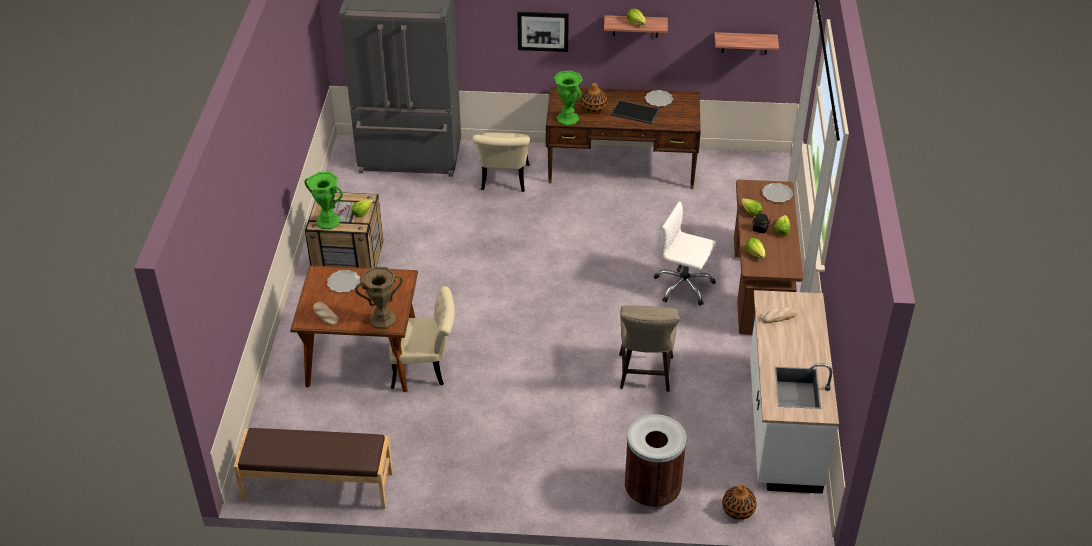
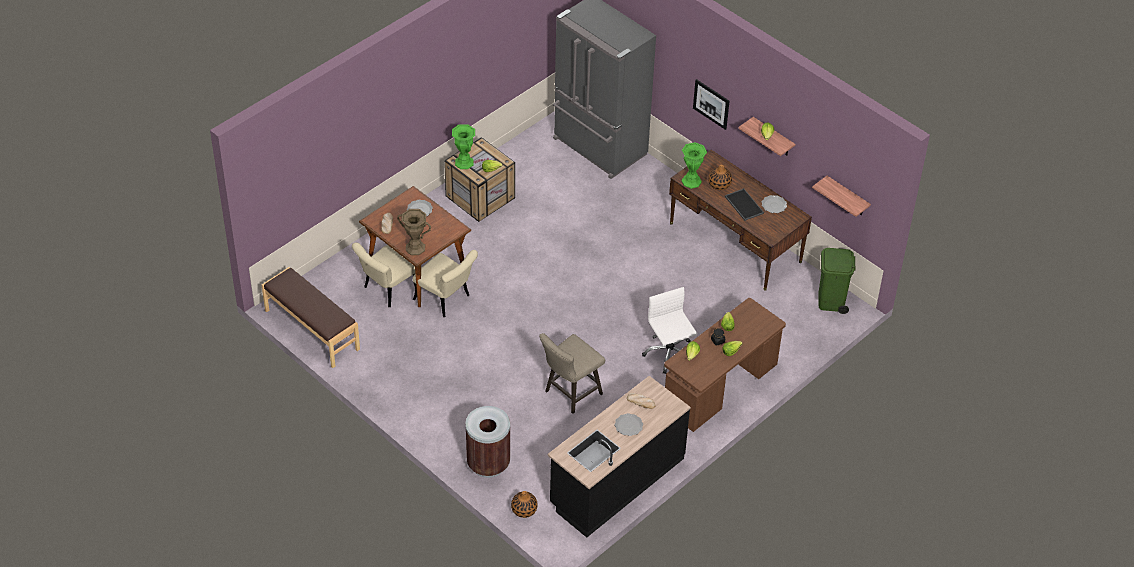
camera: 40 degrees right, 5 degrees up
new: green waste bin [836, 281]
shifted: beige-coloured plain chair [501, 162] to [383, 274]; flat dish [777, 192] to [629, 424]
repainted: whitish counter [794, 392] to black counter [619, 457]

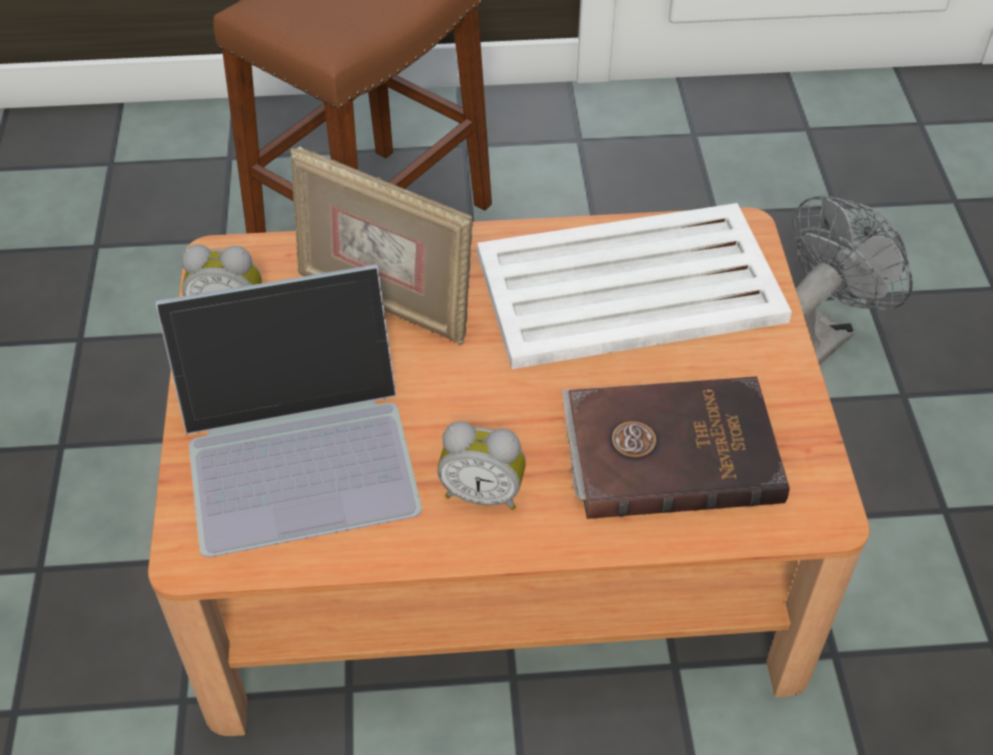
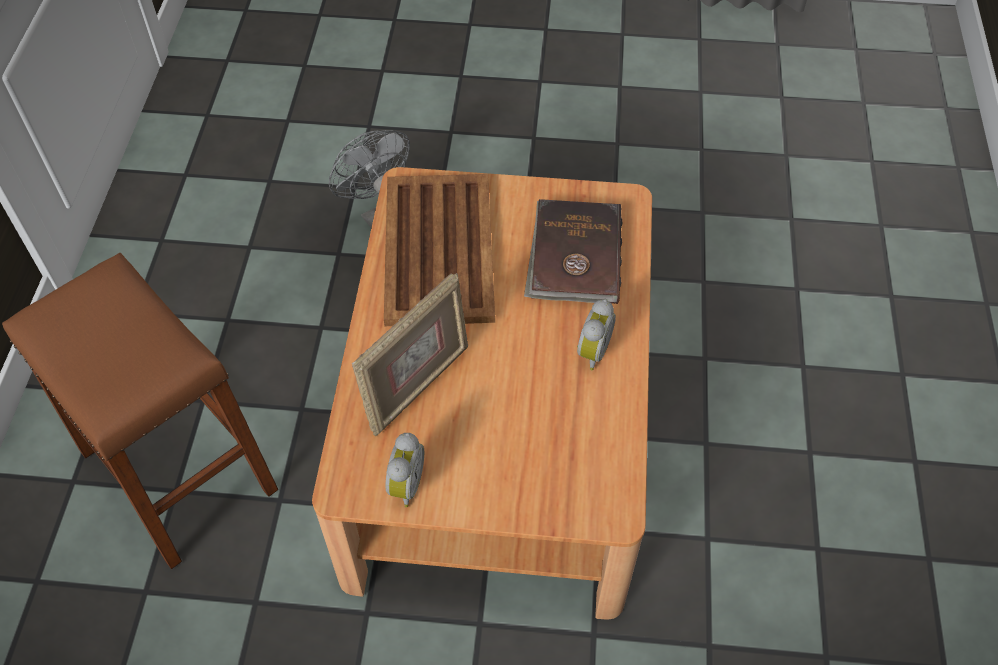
camera: 80 degrees left, 5 degrees up
gone: laptop [289, 410]
repainted: whitish serving tray [634, 286] to brown-coloured serving tray [439, 250]

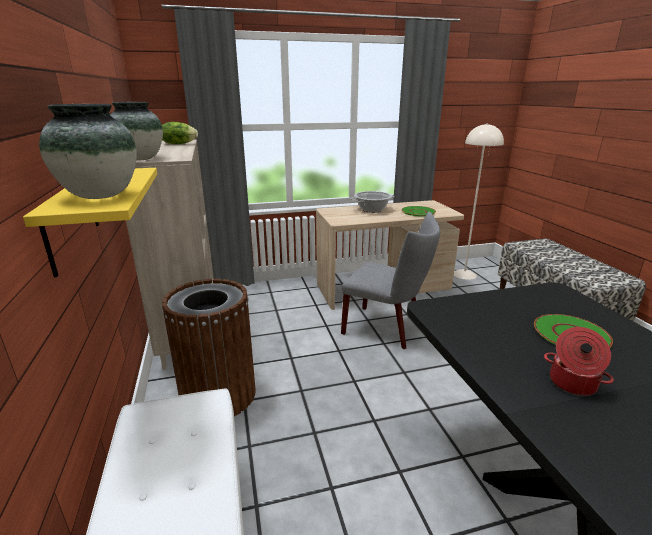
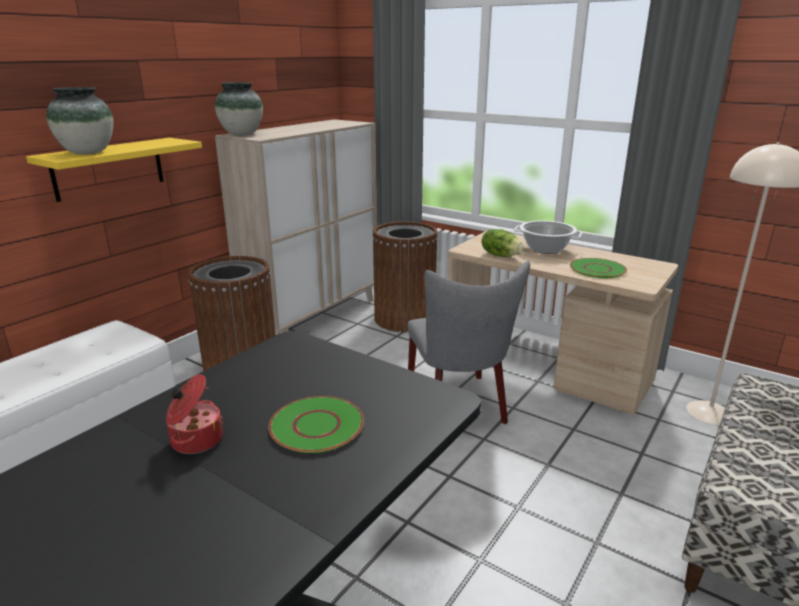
camera: 50 degrees right, 0 degrees up
new: brown-coloured waste bin [405, 276]
shifted: lettuce head [180, 133] to [503, 243]

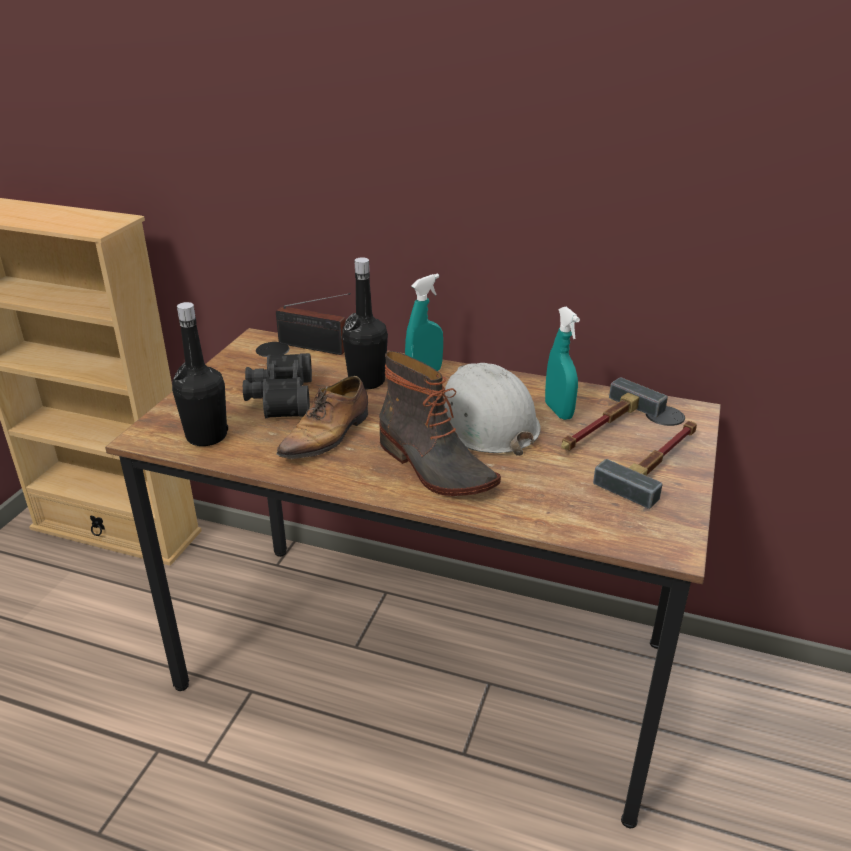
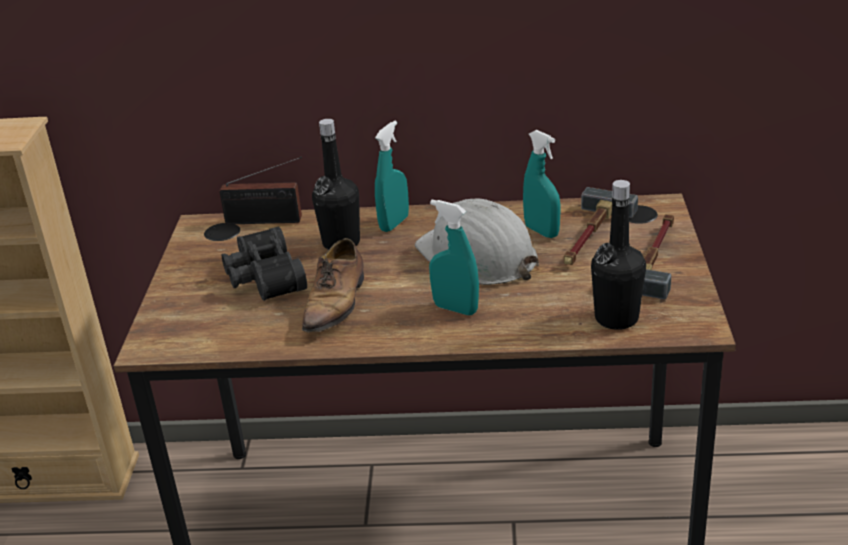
camera: 15 degrees left, 0 degrees up
shifted: black drink bottle [200, 374] to [618, 255]
swapped: tall boot [440, 423] to turquoise-coloured sprayer [454, 257]

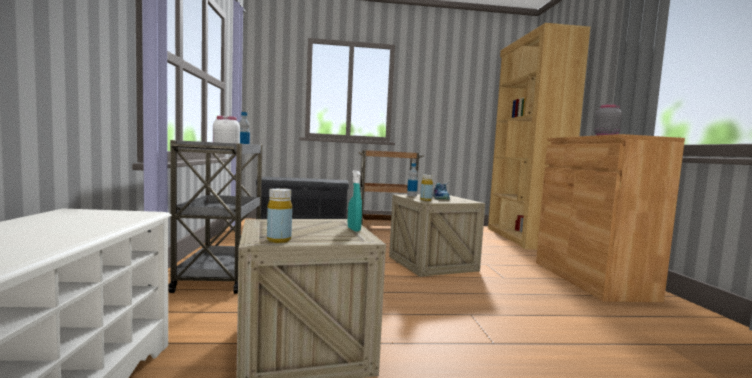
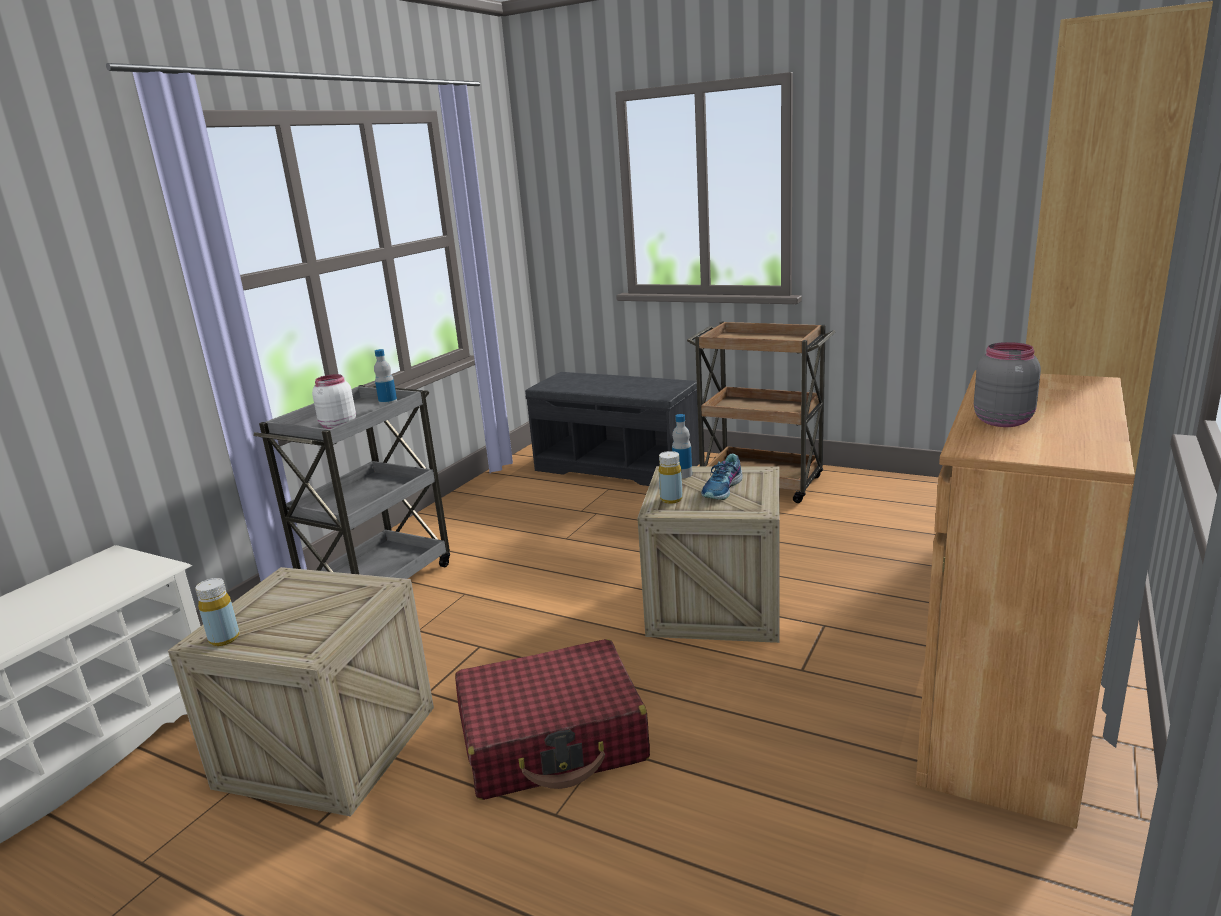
camera: 35 degrees right, 15 degrees up
gone: turquoise-coloured sprayer [355, 200]
new: reddish travel case [552, 719]

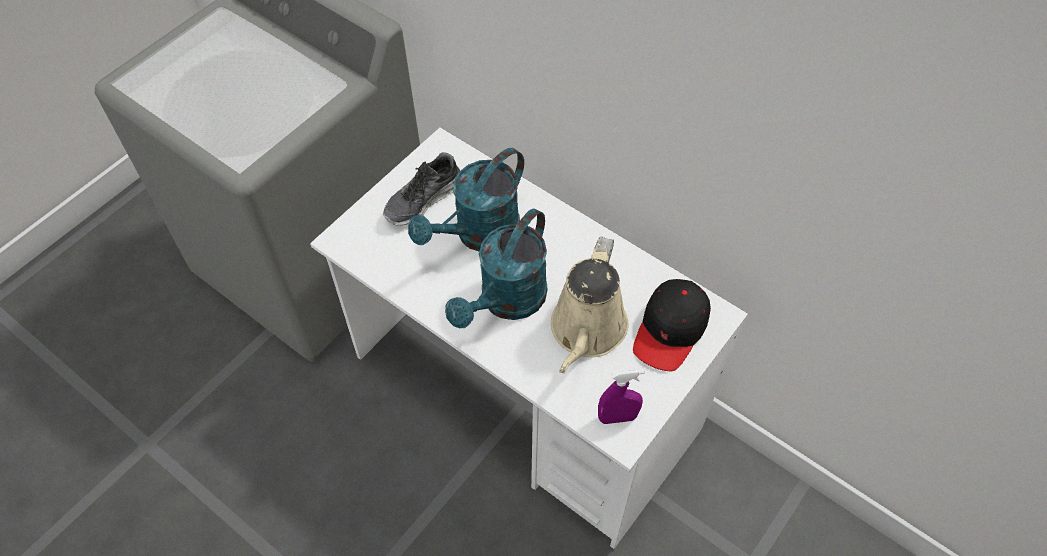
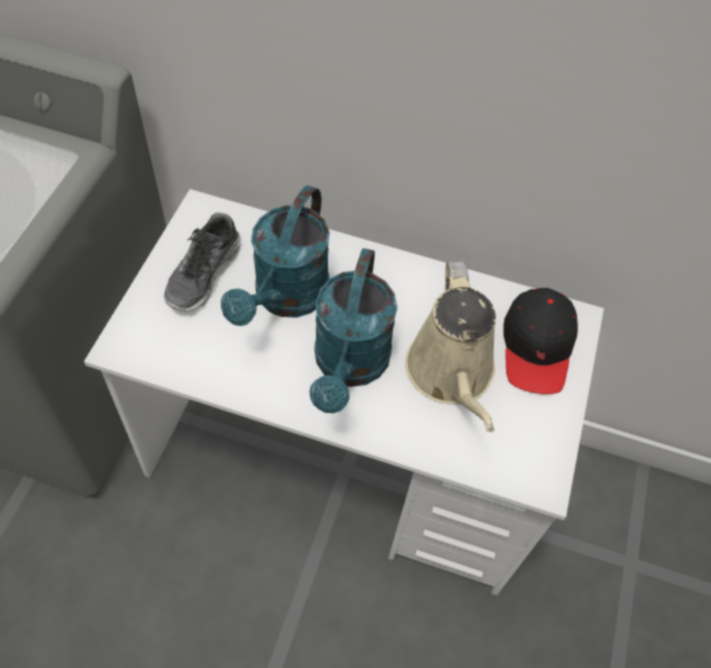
camera: 25 degrees left, 0 degrees up
gone: purplish sprayer [621, 396]

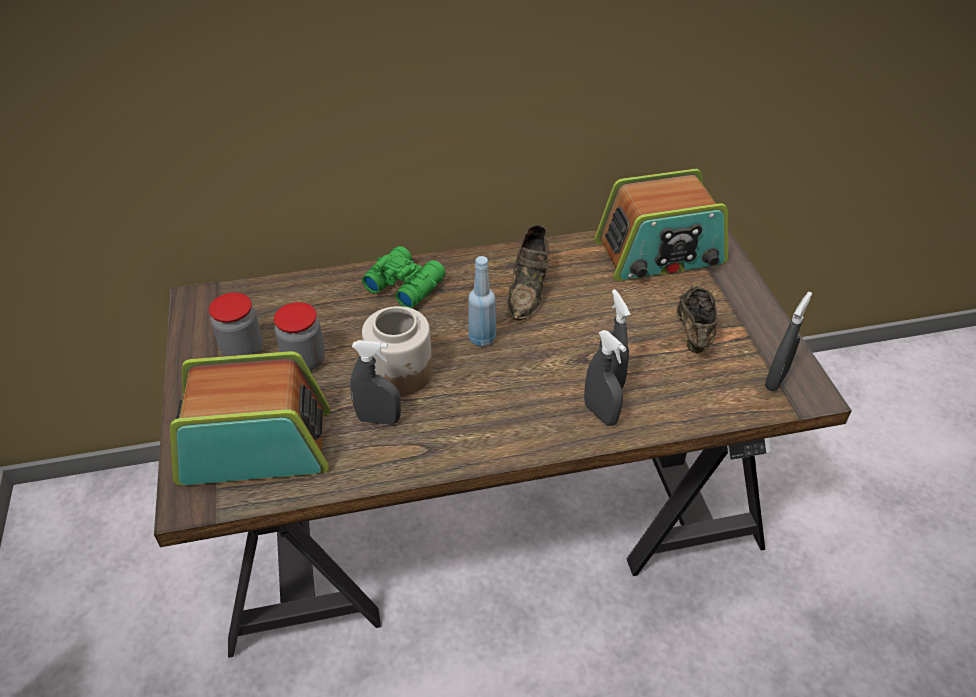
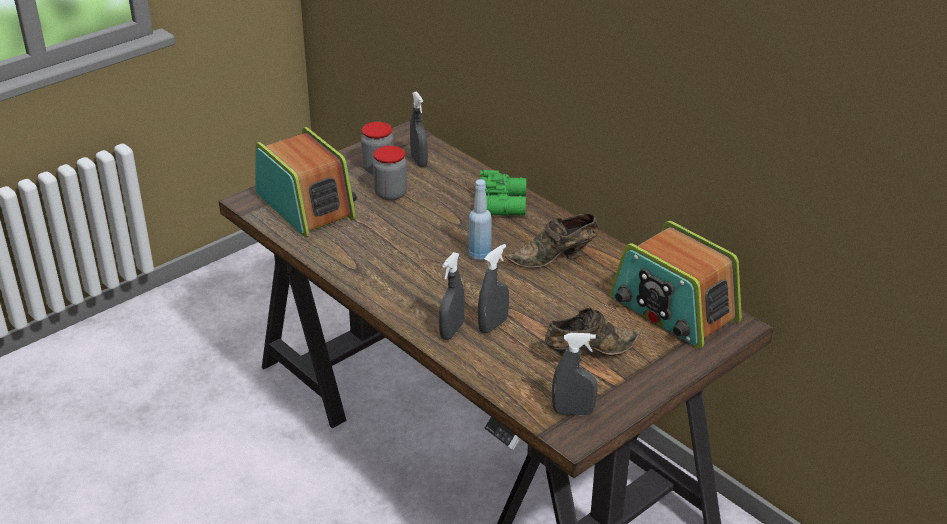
camera: 60 degrees right, 10 degrees down
gone: preserve jar [397, 351]
shifted: greyish sprayer [375, 382] to [419, 129]

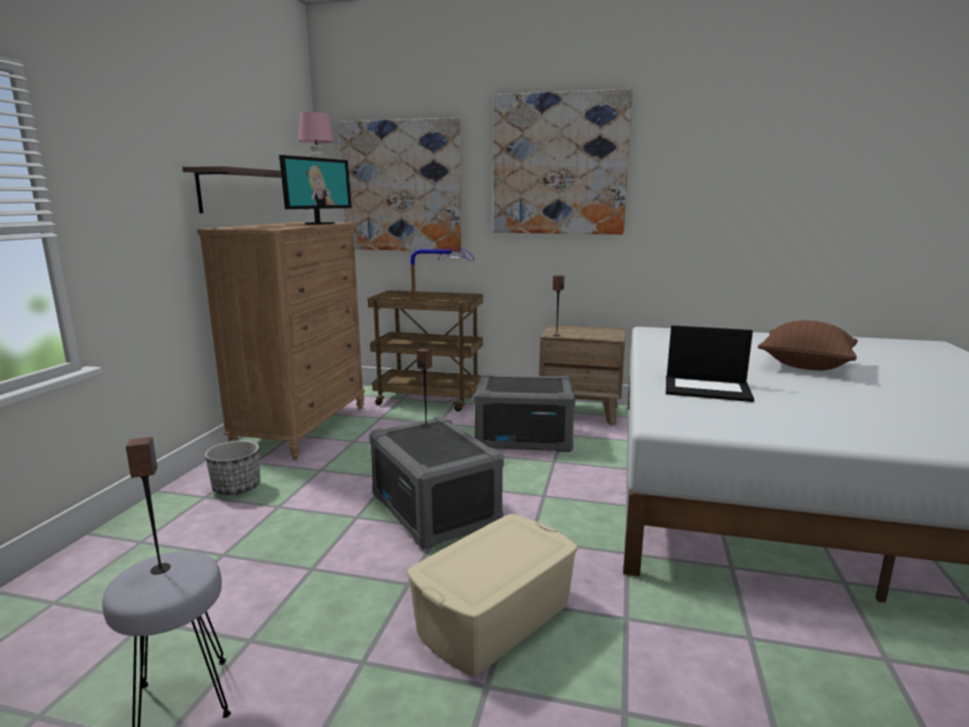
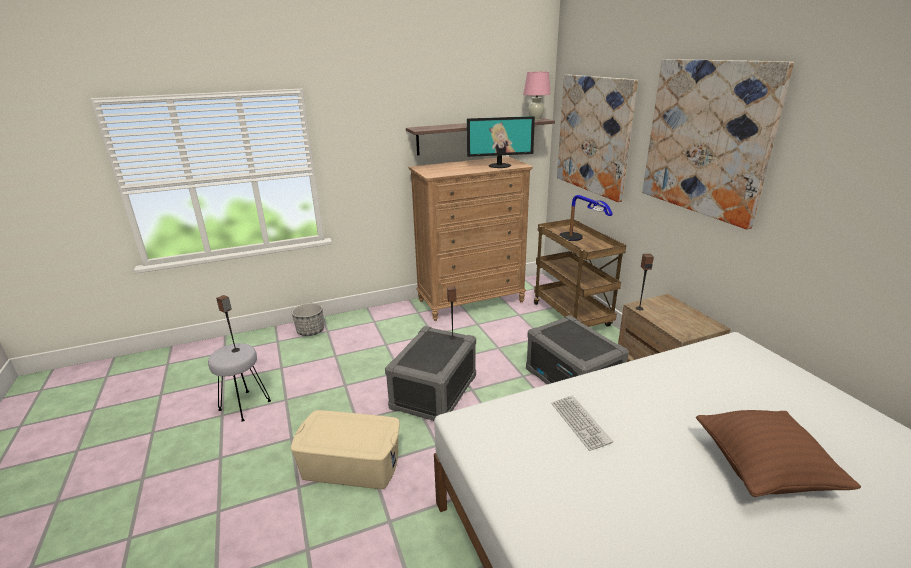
camera: 55 degrees right, 10 degrees up
shifted: flower pot [232, 467] to [308, 319]
swapped: laptop [710, 363] to computer keyboard [582, 423]

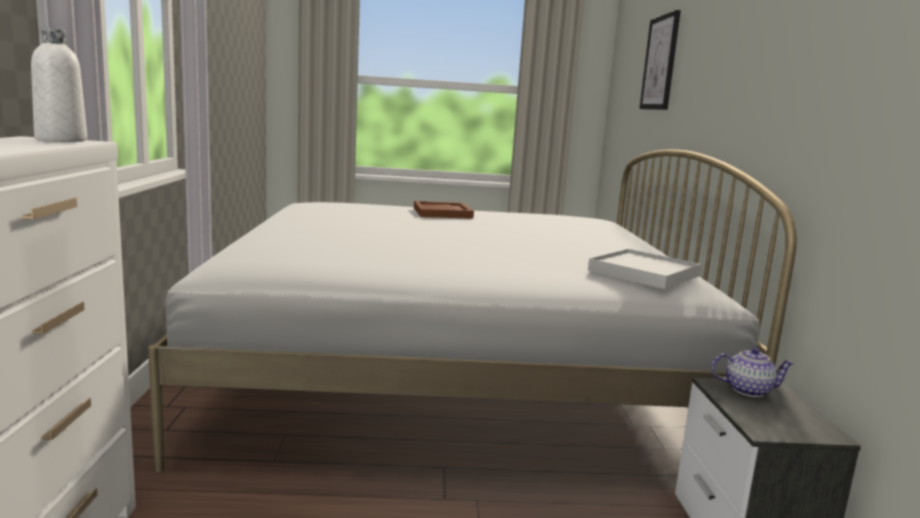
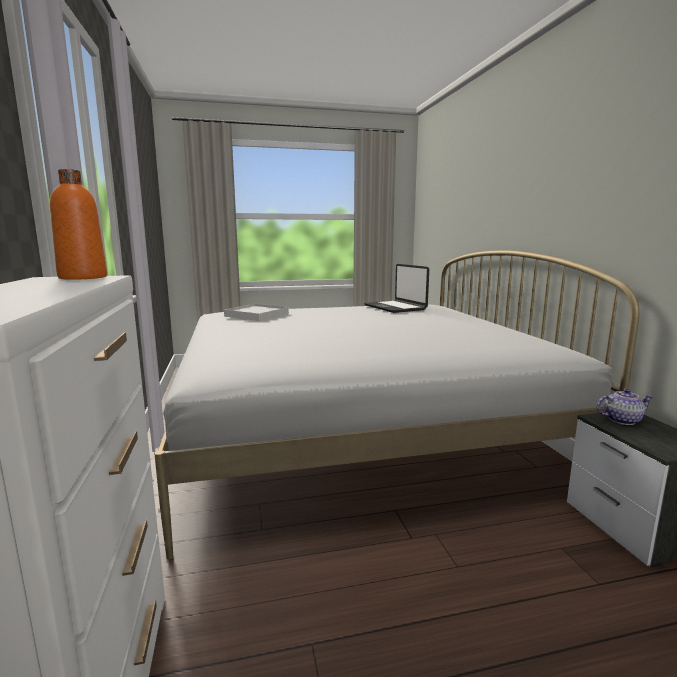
camera: 10 degrees left, 0 degrees up
gone: wall picture [660, 60]; brown-coloured serving tray [444, 210]
new: laptop [396, 288]
shifted: whitish serving tray [644, 269] to [256, 312]
repainted: whitish drink bottle [59, 85] to orangey drink bottle [78, 224]

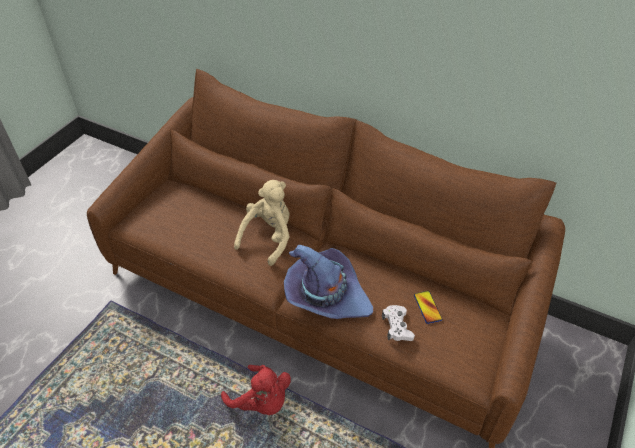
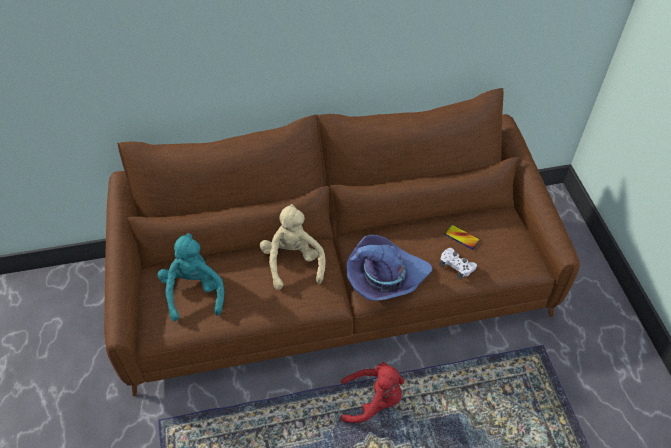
camera: 40 degrees left, 5 degrees up
new: turquoise-coloured soft toy [190, 277]

